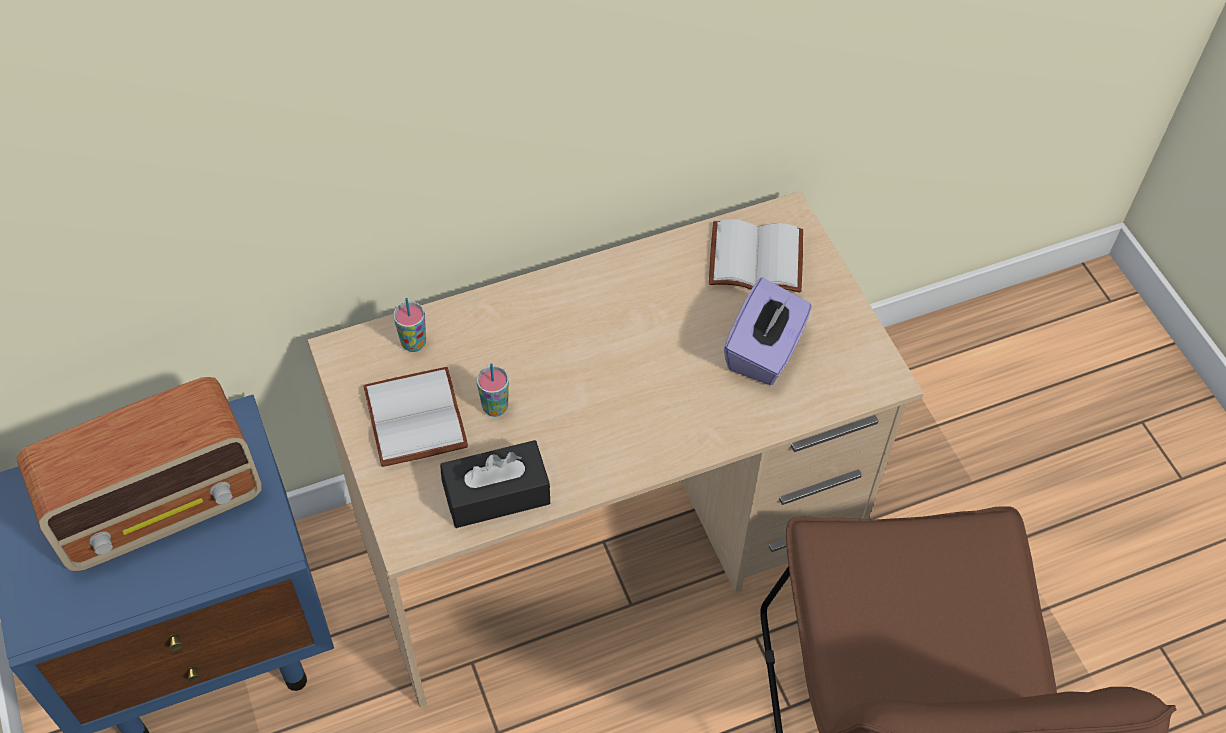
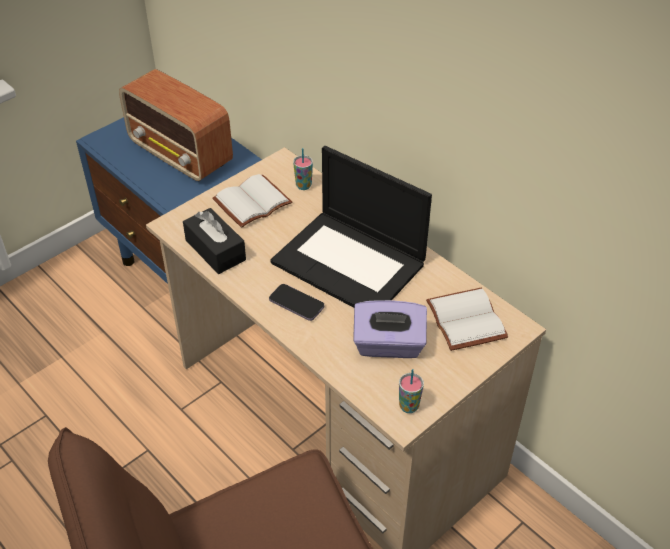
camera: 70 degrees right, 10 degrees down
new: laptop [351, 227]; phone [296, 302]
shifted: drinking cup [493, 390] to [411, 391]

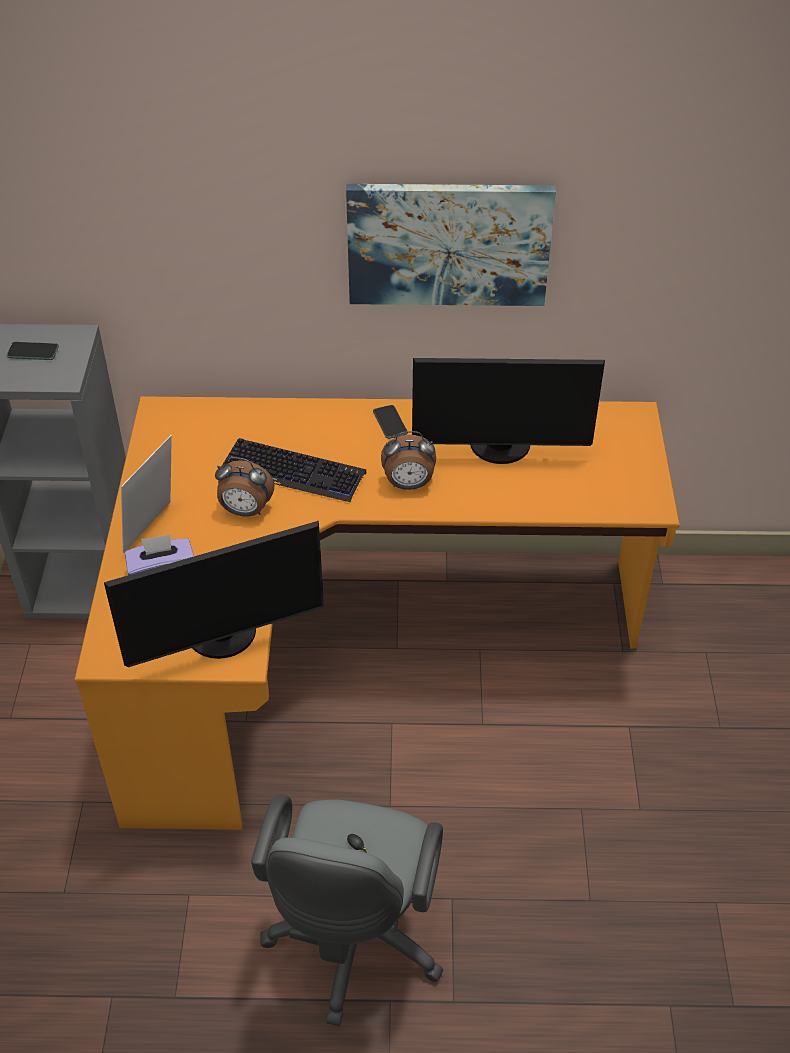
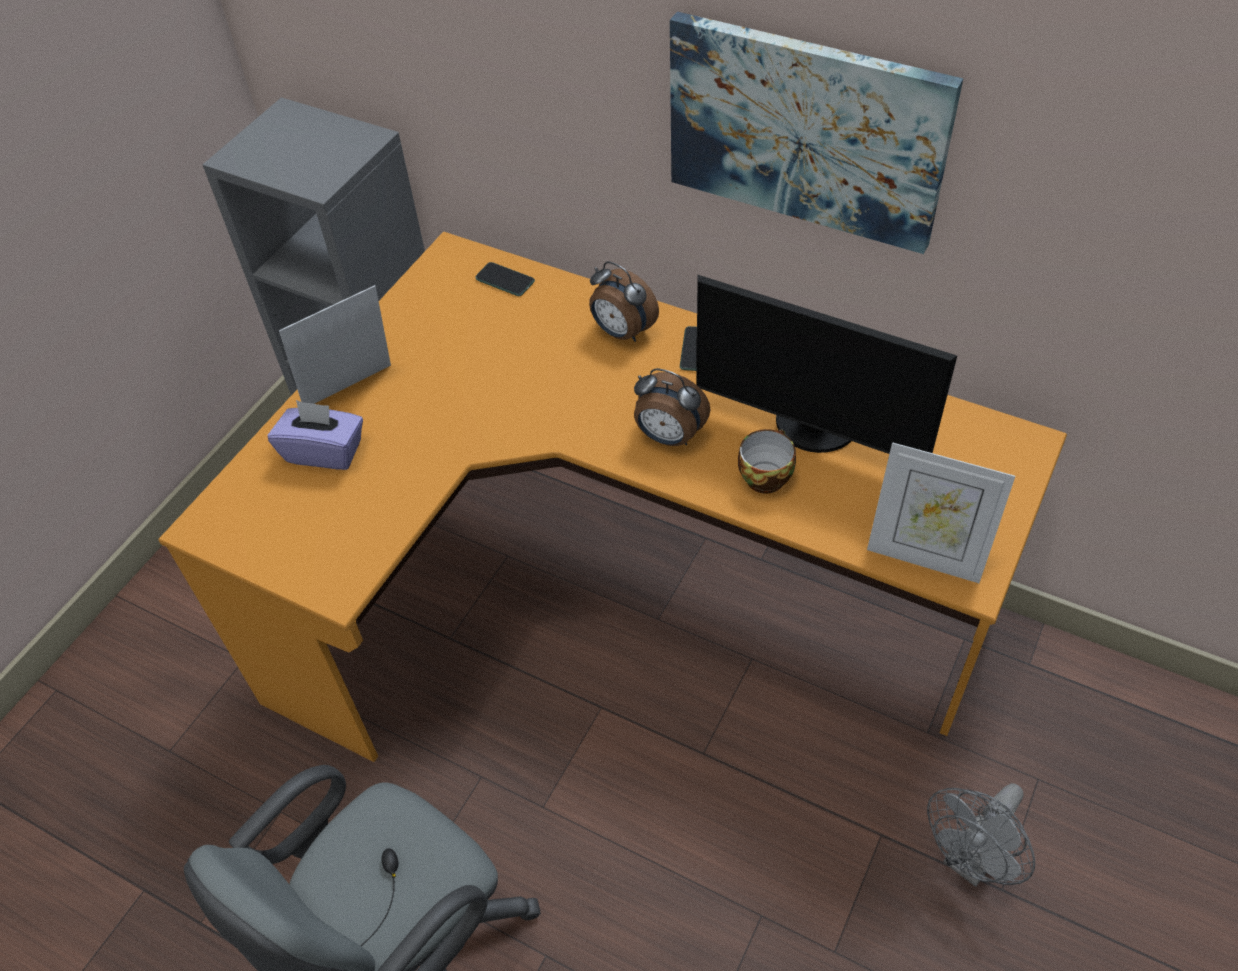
camera: 30 degrees right, 5 degrees up
gone: computer keyboard [294, 470]; monitor [214, 594]
new: drinking cup [767, 461]; standing frame [941, 512]; greyish cooling fan [981, 835]
shifted: phone [33, 351] to [505, 279]; table clock [244, 487] to [624, 301]

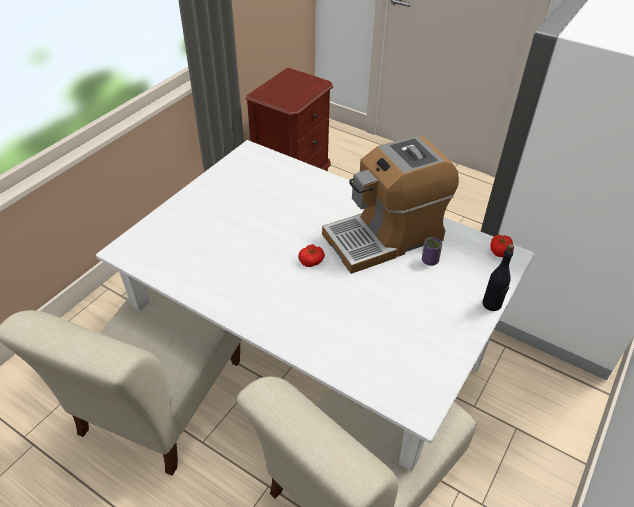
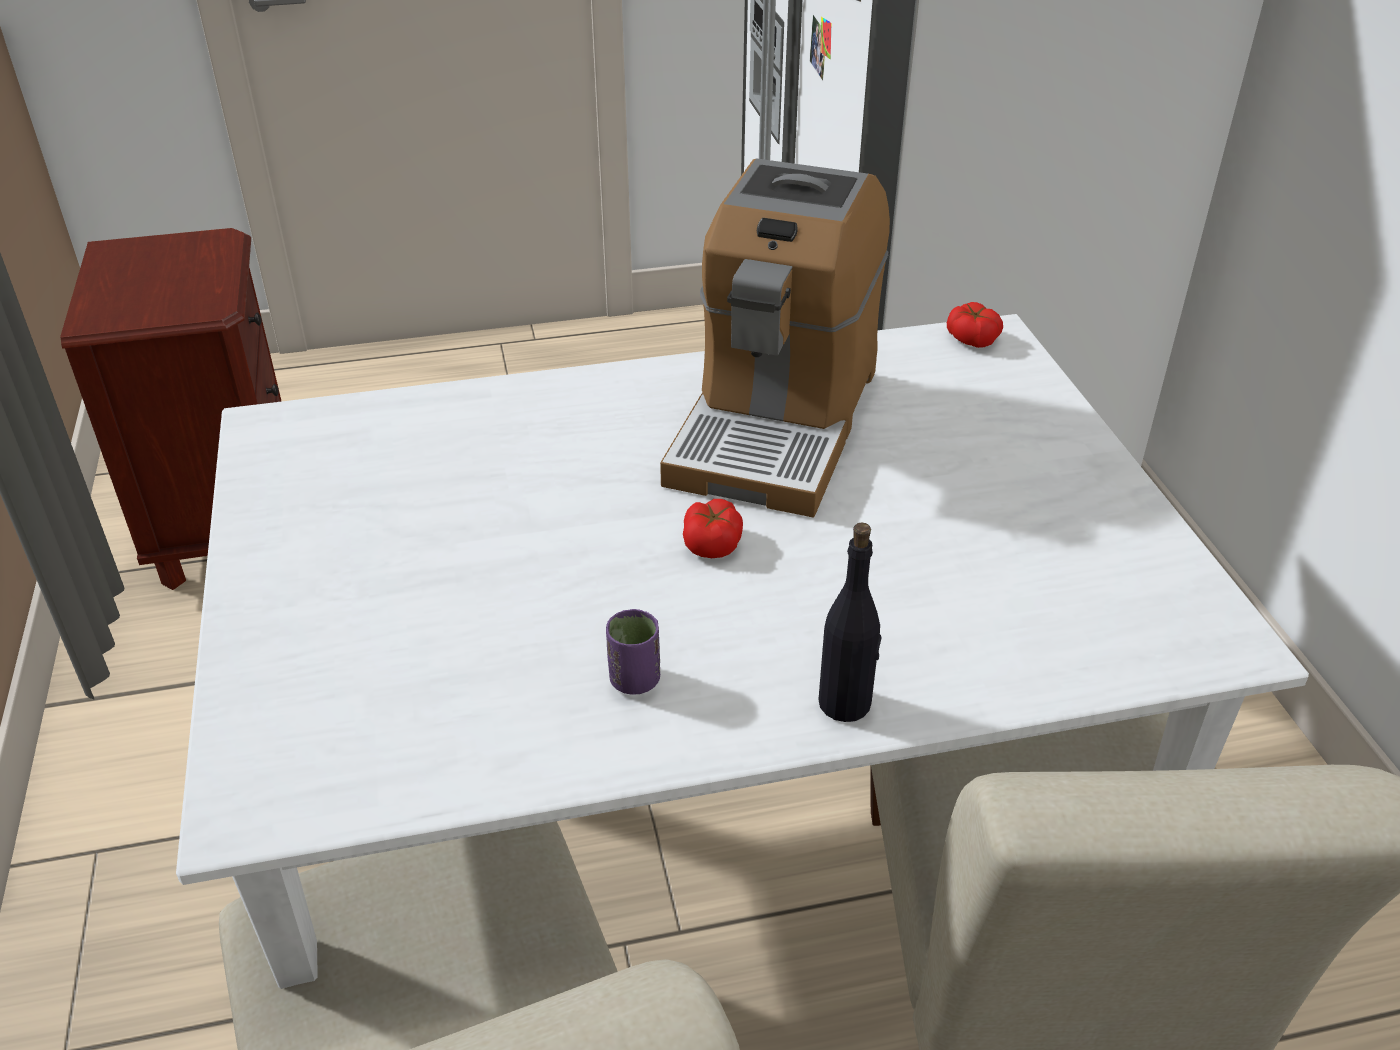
camera: 45 degrees left, 5 degrees down
shifted: purplish drinking cup [432, 251] to [633, 652]; black drink bottle [498, 277] to [849, 622]

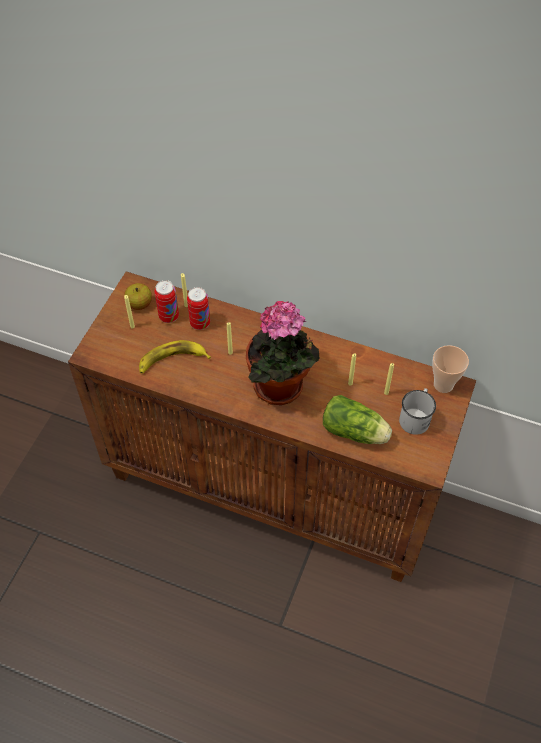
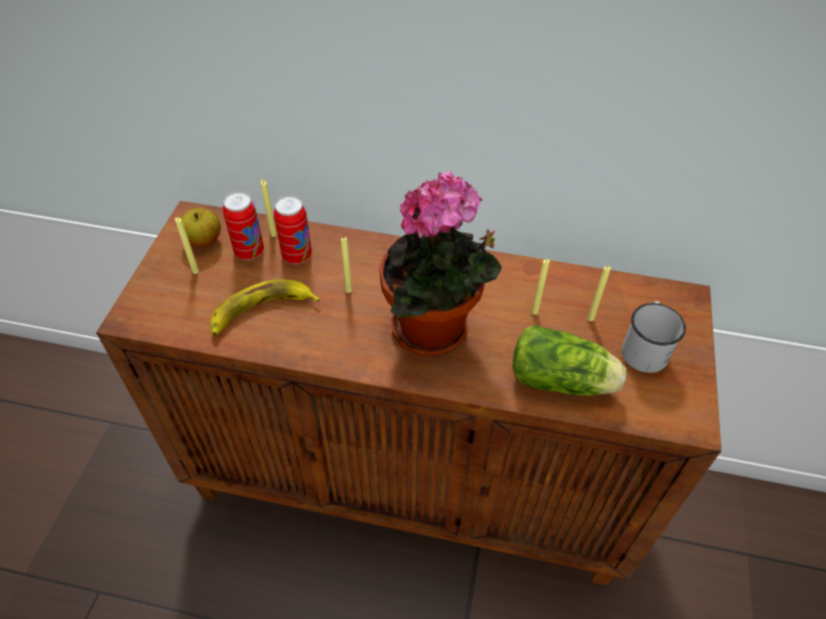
camera: 10 degrees left, 5 degrees down
gone: drinking cup [450, 369]

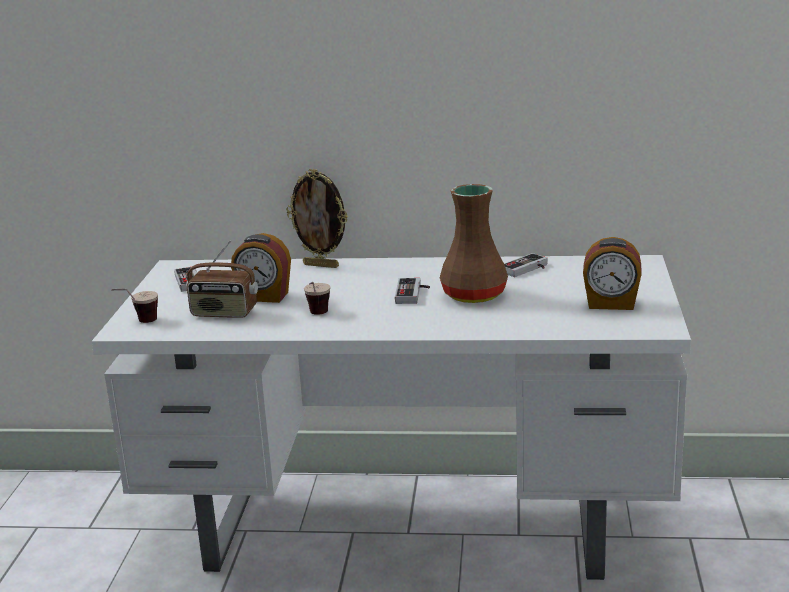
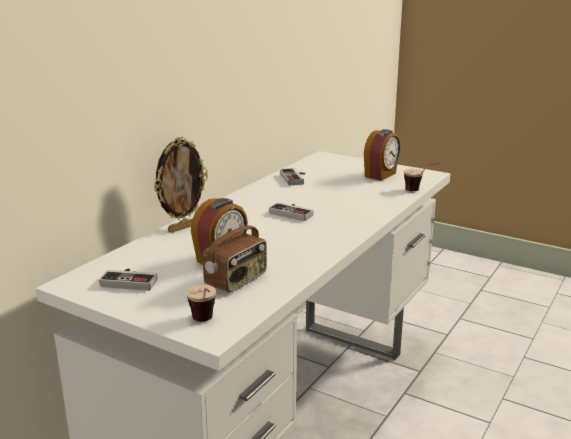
camera: 65 degrees left, 0 degrees up
gone: brown-coloured vase [474, 243]
shifted: drinking cup [317, 298] to [421, 177]

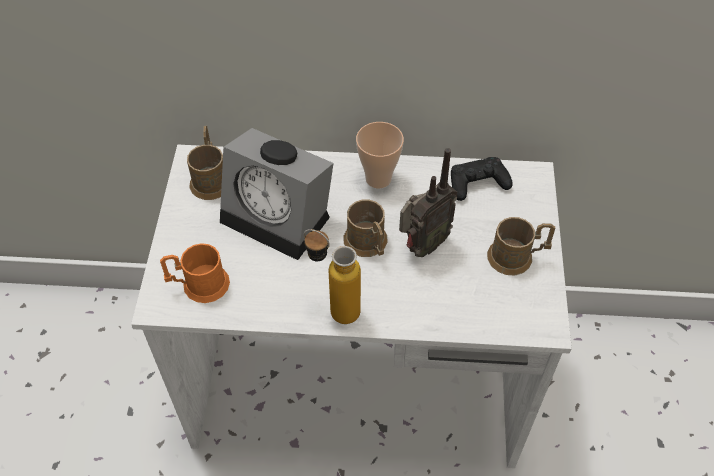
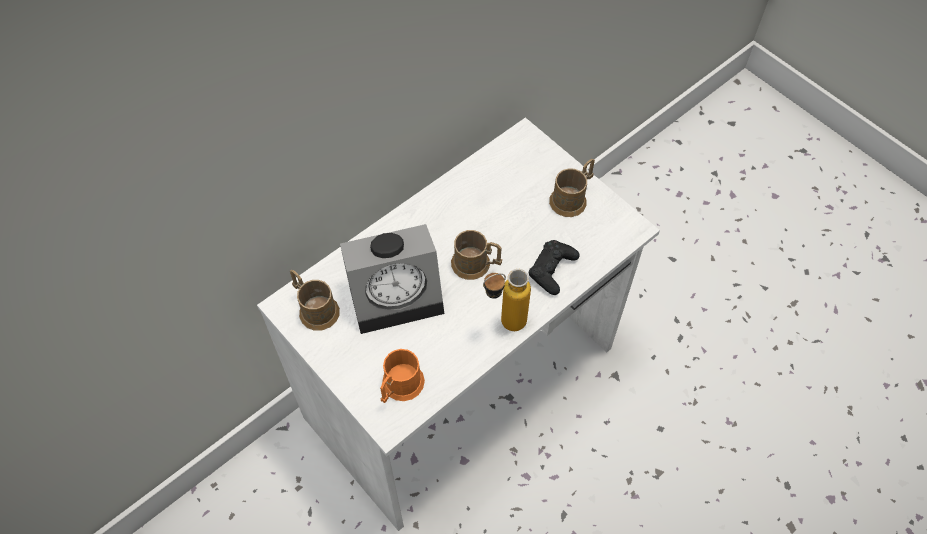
camera: 45 degrees left, 5 degrees up
gone: drinking cup [380, 155]; radio [428, 202]
shifted: black gamepad [482, 179] to [554, 267]

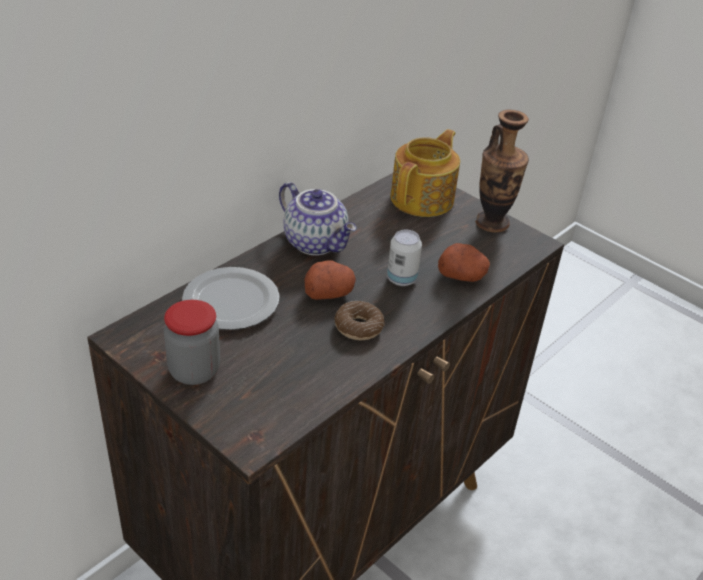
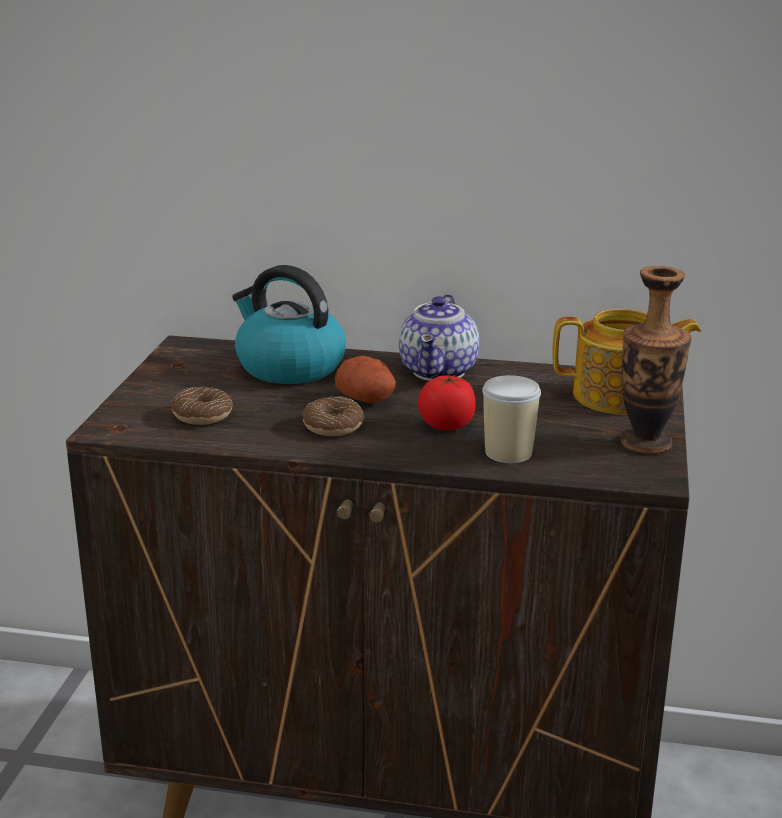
camera: 60 degrees right, 15 degrees down
gone: preserve jar [192, 342]
new: donut [202, 406]
swapped: metal can [404, 258] to tomato [446, 402]; spud [464, 262] to drinking cup [511, 419]; flat dish [231, 298] to tea kettle [289, 324]

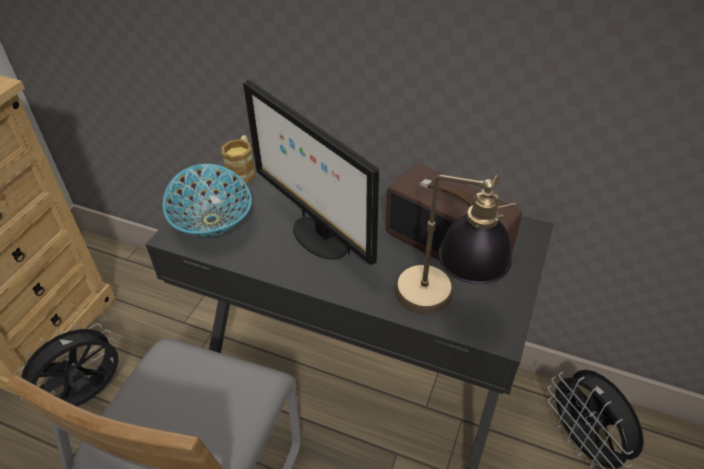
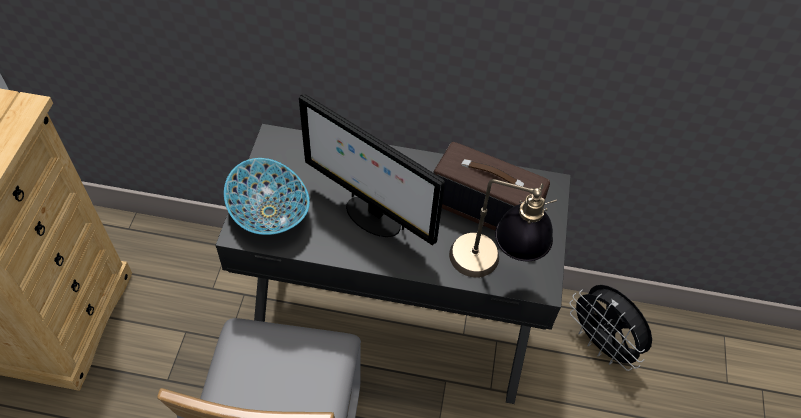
camera: 15 degrees left, 10 degrees up
gone: tea mug [238, 159]; black cooling fan [65, 364]

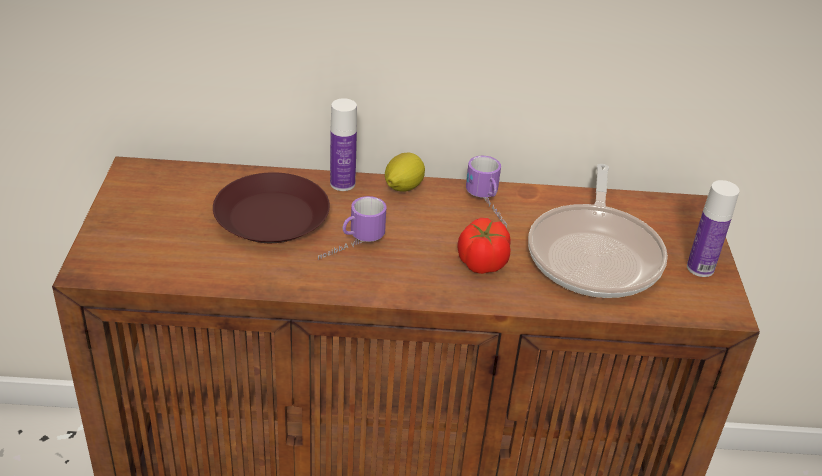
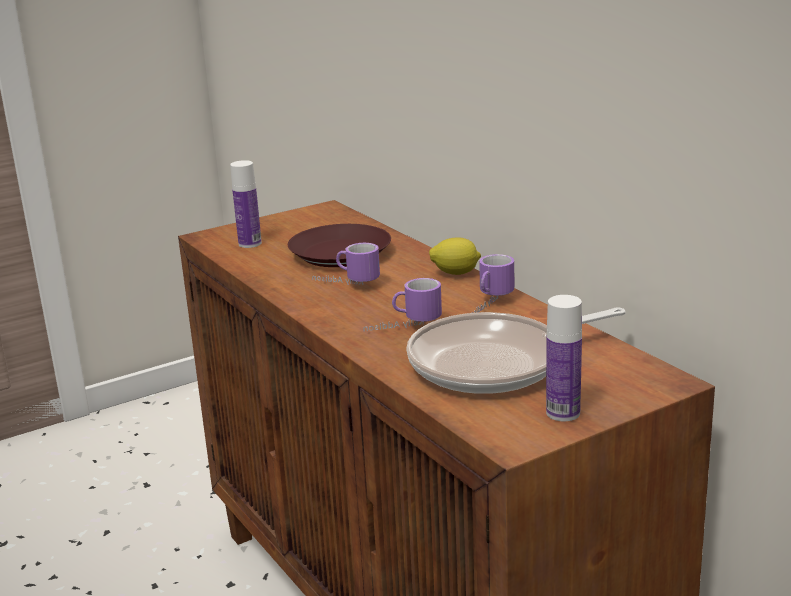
camera: 60 degrees right, 15 degrees down
shifted: drink bottle [343, 144] to [246, 204]
swapped: tomato [484, 246] to tea mug [402, 304]

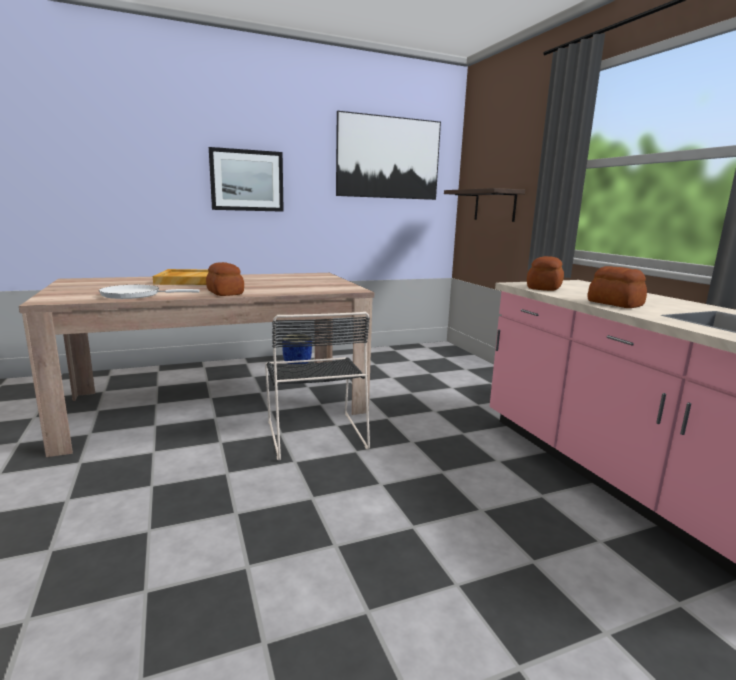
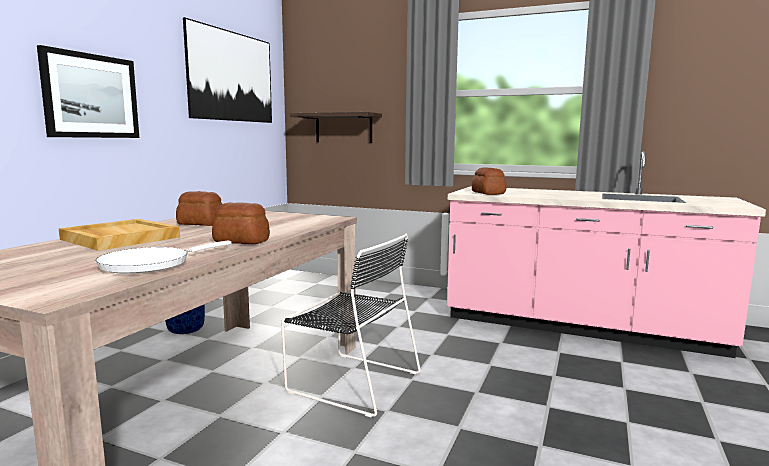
camera: 45 degrees left, 5 degrees down
shifted: bakery bread [617, 287] to [199, 208]

